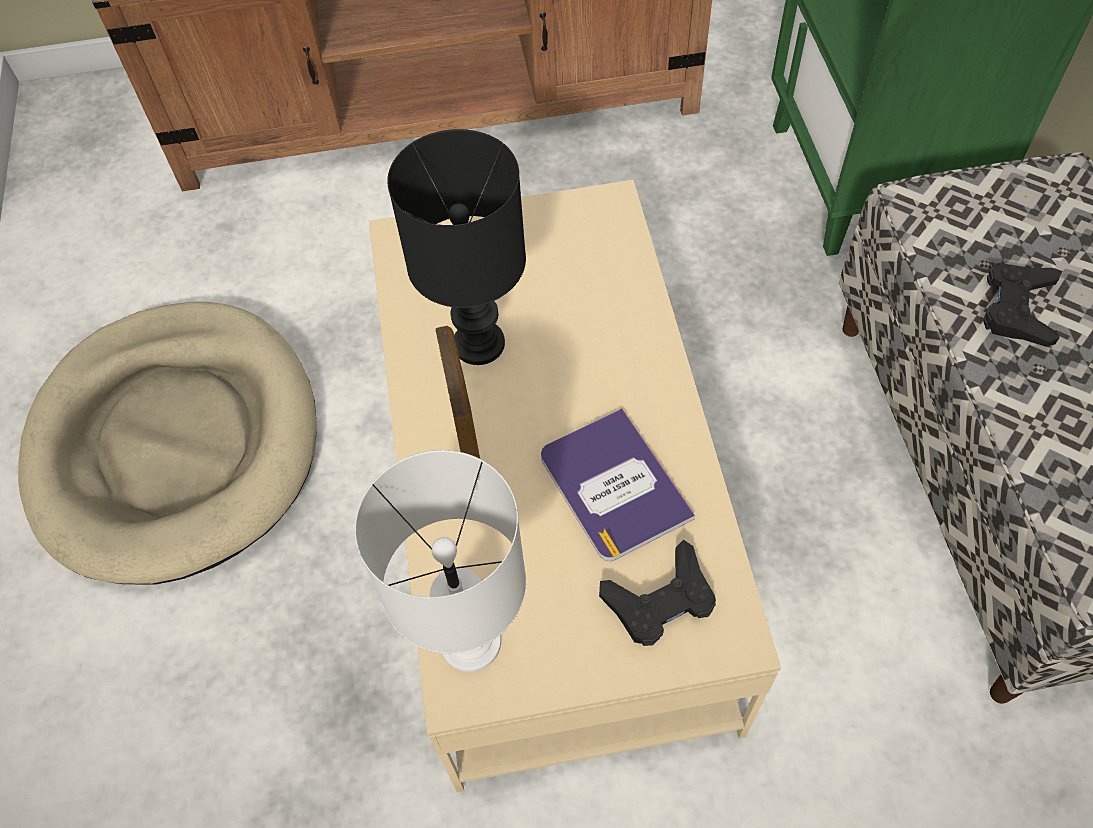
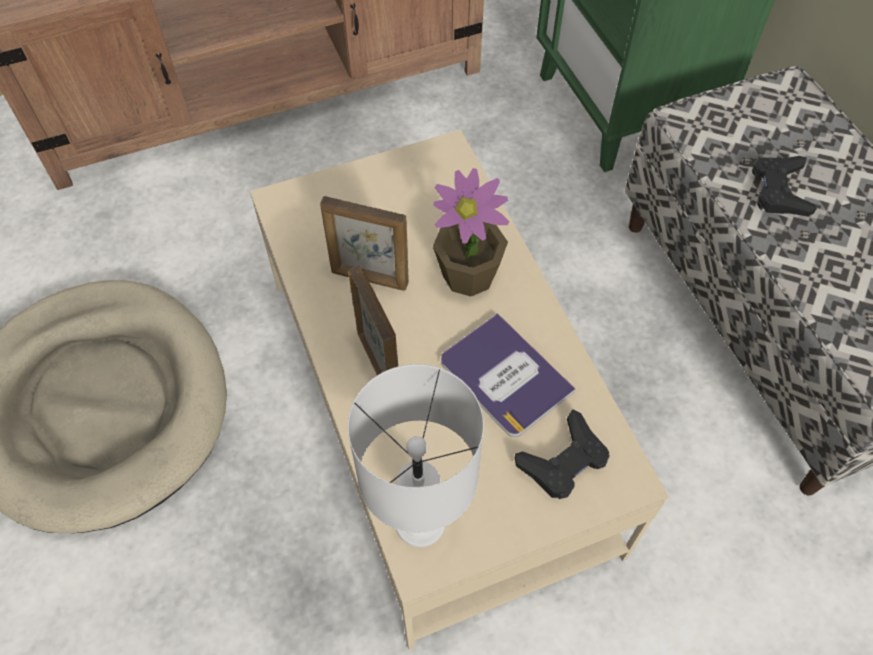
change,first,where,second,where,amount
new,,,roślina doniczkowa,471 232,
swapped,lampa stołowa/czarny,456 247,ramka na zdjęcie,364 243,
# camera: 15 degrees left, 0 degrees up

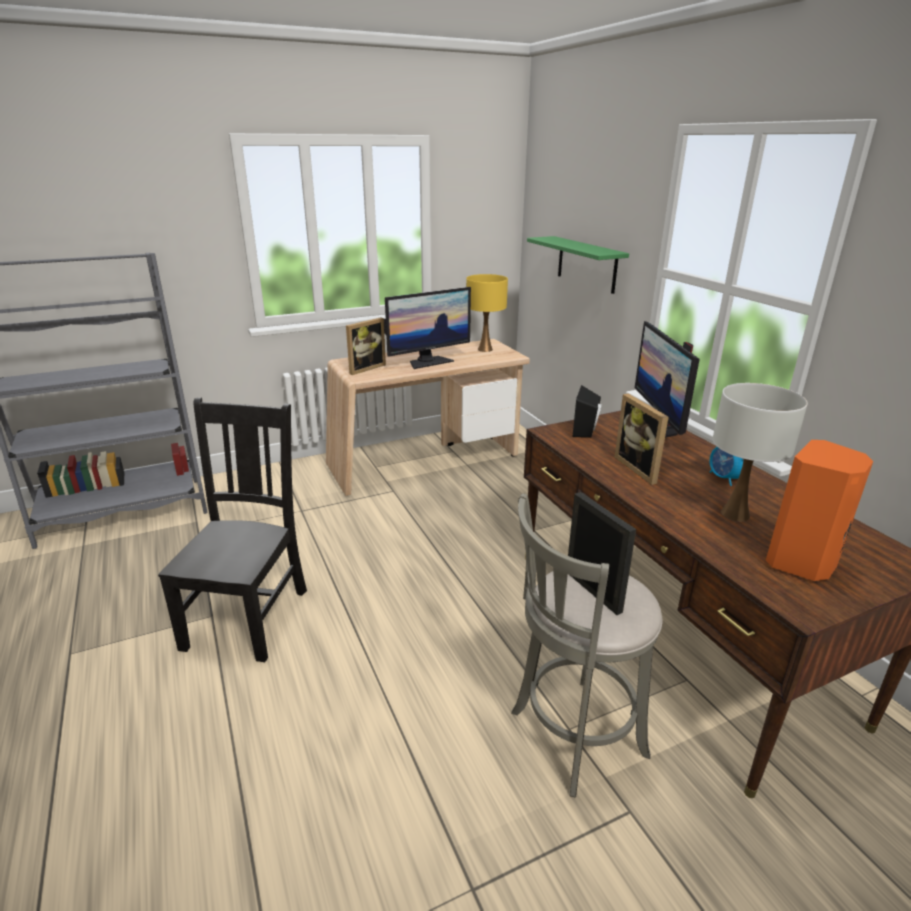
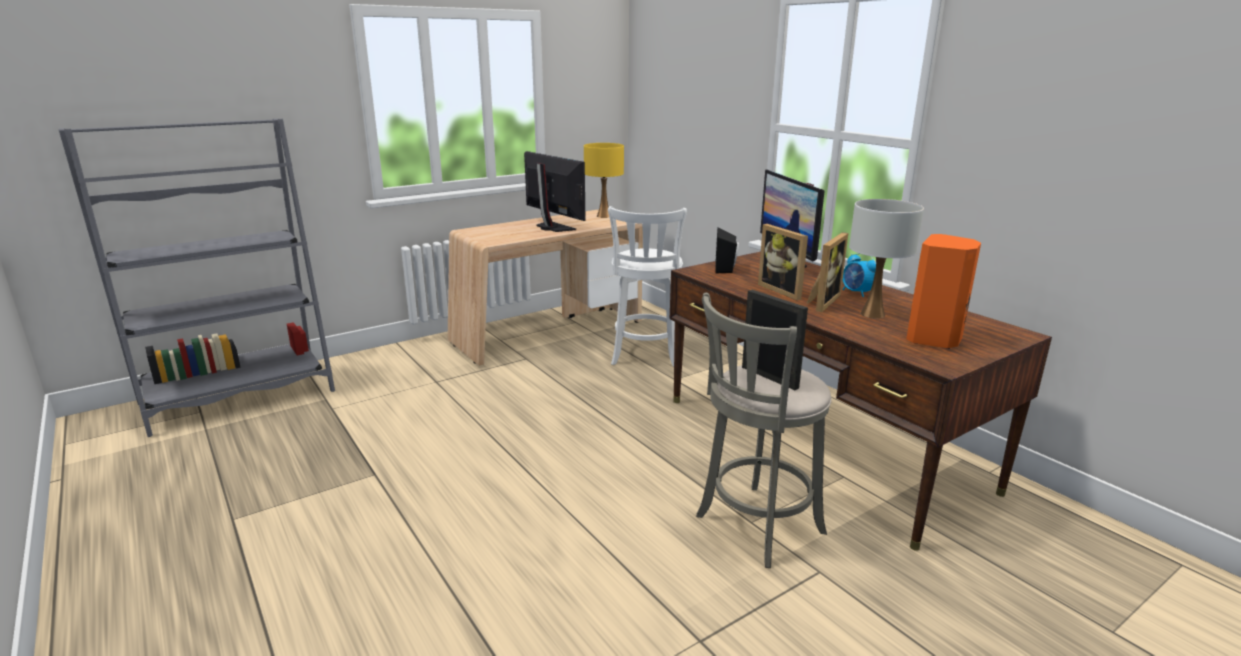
change,first,where,second,where,amount
gone,krzesło/czarny,232 530,,,
gone,półka/zielony,578 265,,,
new,,,stołek/biały,647 286,
shifted,ramka na zdjęcie,366 346,,827 272,
rotated,monitor,427 328,,555 191,90 degrees counterclockwise
# camera: 10 degrees left, 5 degrees down

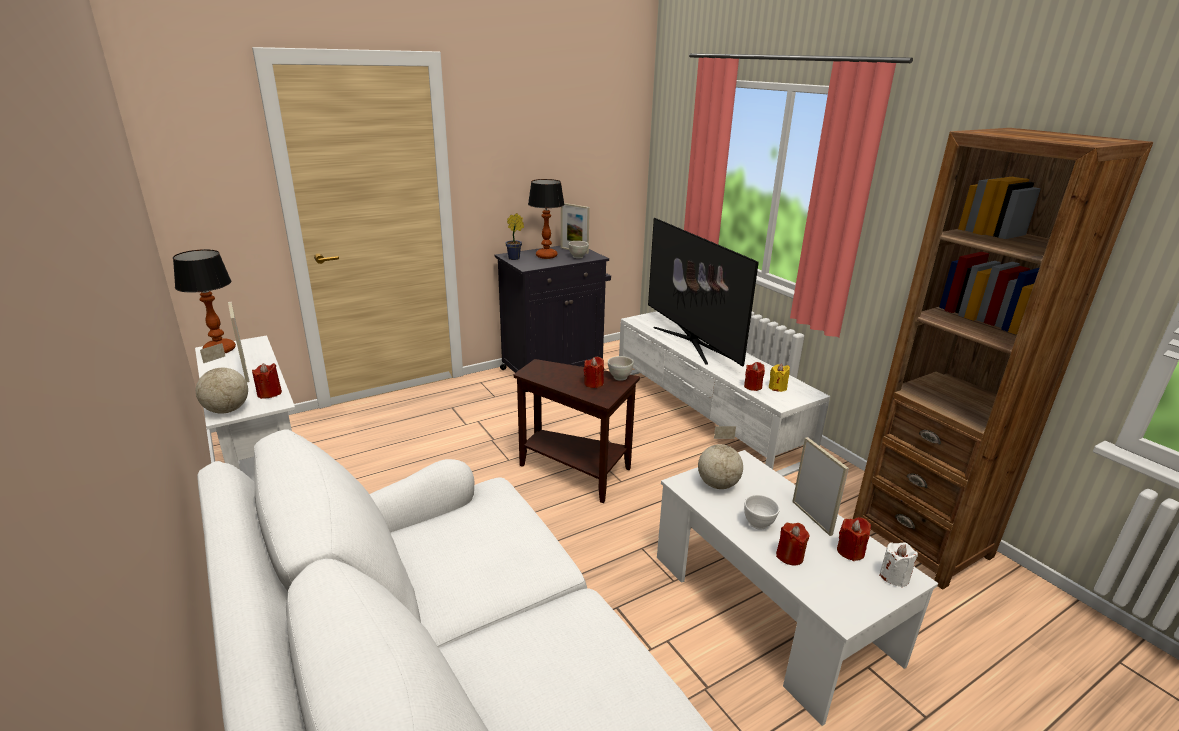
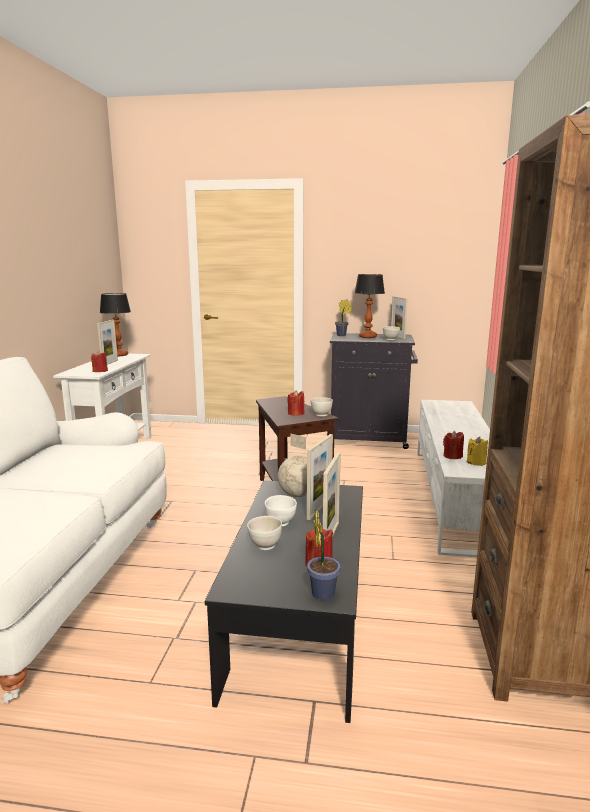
change,first,where,second,where,amount
gone,globus,222 378,,,
gone,telewizor,703 292,,,
new,,,ramka na zdjęcie,320 477,
swapped,świeca/czerwony,793 544,miska/biały,264 533,
swapped,świeca/biały,898 564,roślina doniczkowa,323 555,
repainted,ława/biały,797 588,ława/czarny,284 602,
# camera: 40 degrees right, 10 degrees down

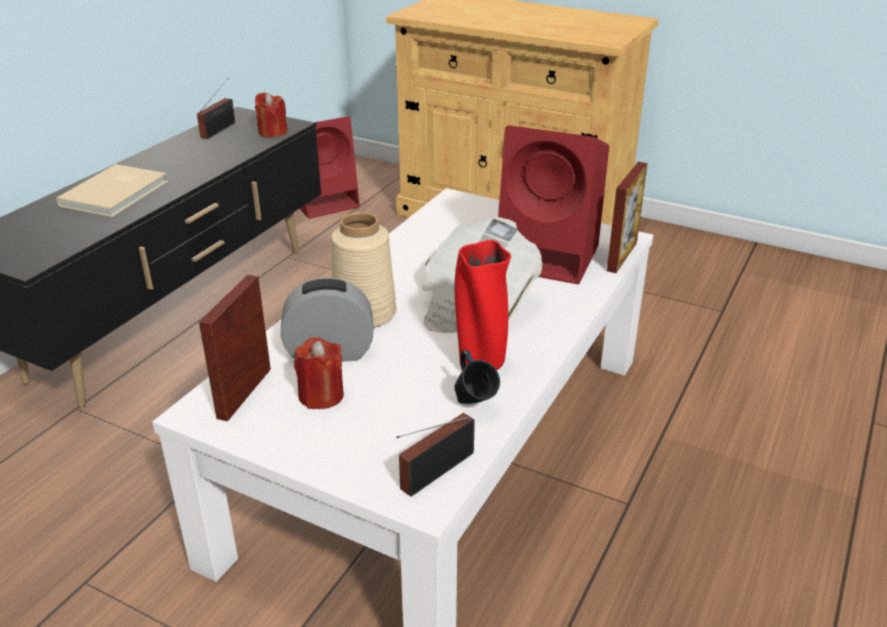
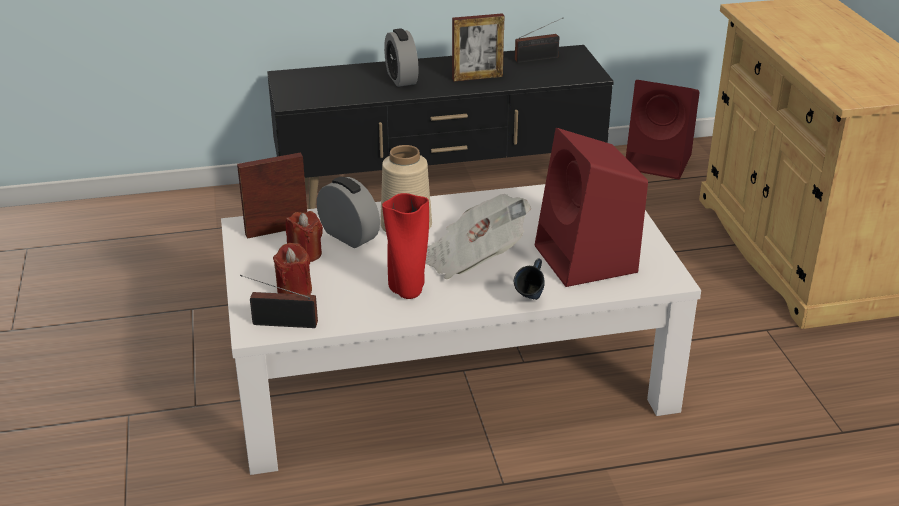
change,first,where,second,where,amount
shifted,świeca/czerwony,271 115,,292 269,
shifted,kubek/niebieski,477 377,,529 279,
shifted,ramka na zdjęcie,627 217,,478 47,
swapped,książka/beżowy,112 190,budzik,401 57,
# camera: 50 degrees right, 0 degrees up

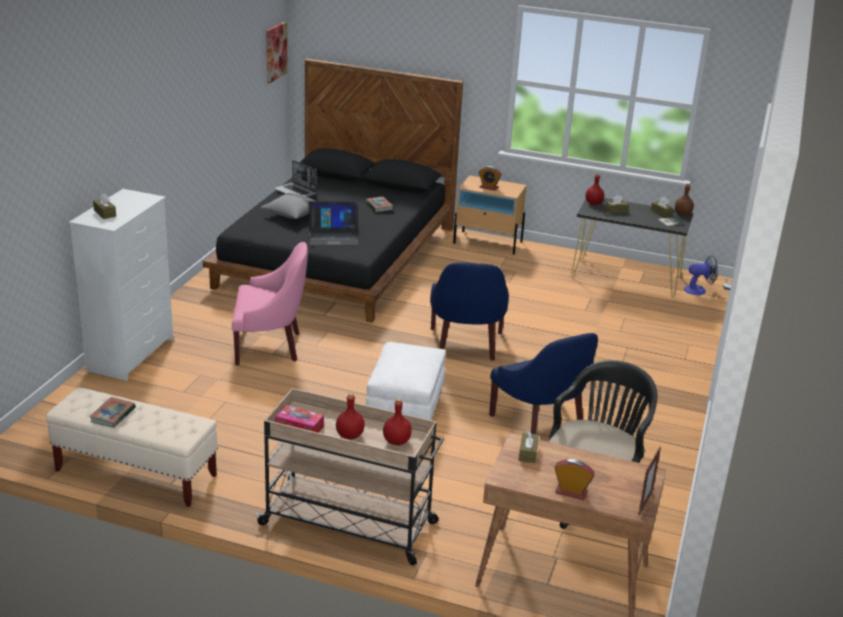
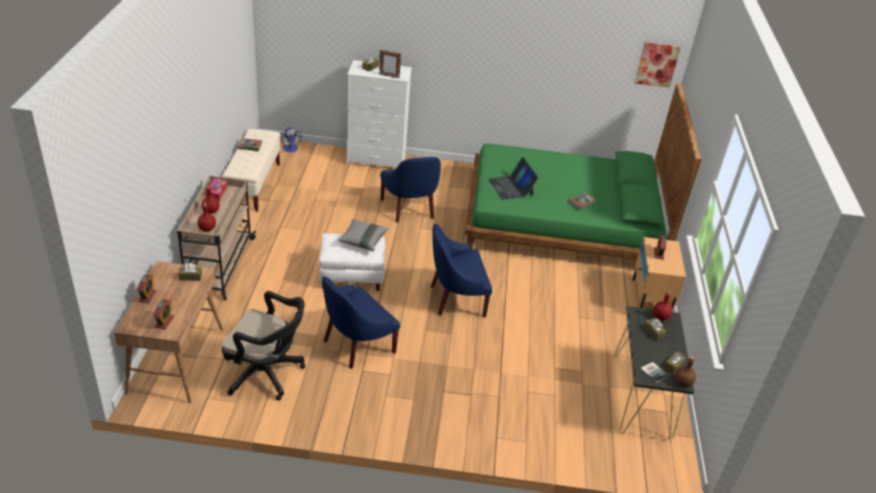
change,first,where,second,where,amount
gone,laptop,295 178,,,
new,,,budzik,164 314,
shifted,poduszka/szary,287 206,,362 235,
shifted,ramka na zdjęcie,649 481,,390 64,
shifted,wentylator,701 275,,291 139,
repainted,łóżko/czarny,333 190,łóżko/zielony,583 171,
repainted,fotel/różowy,270 303,fotel/niebieski,410 190,
# camera: 75 degrees right, 10 degrees up

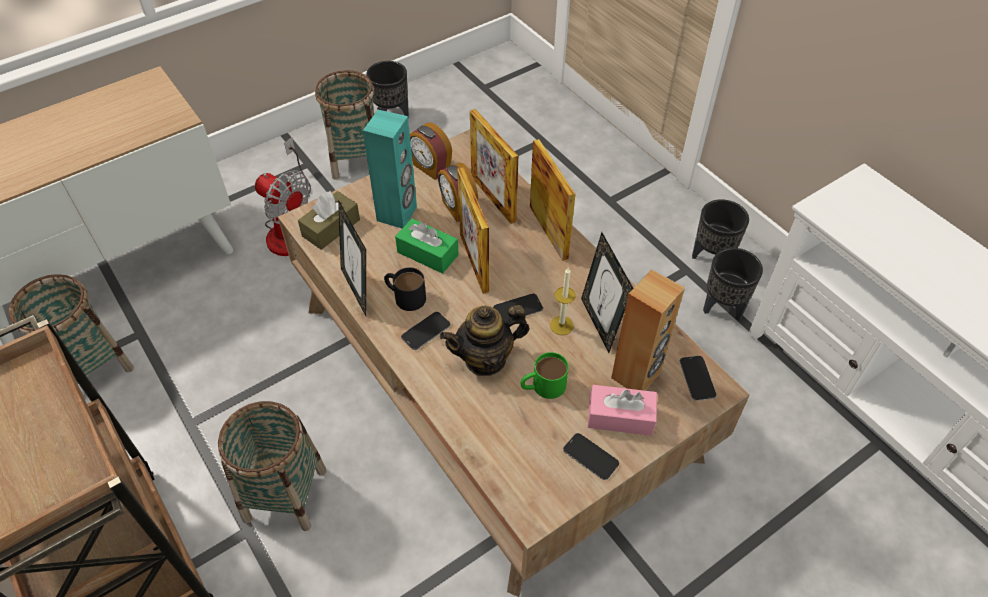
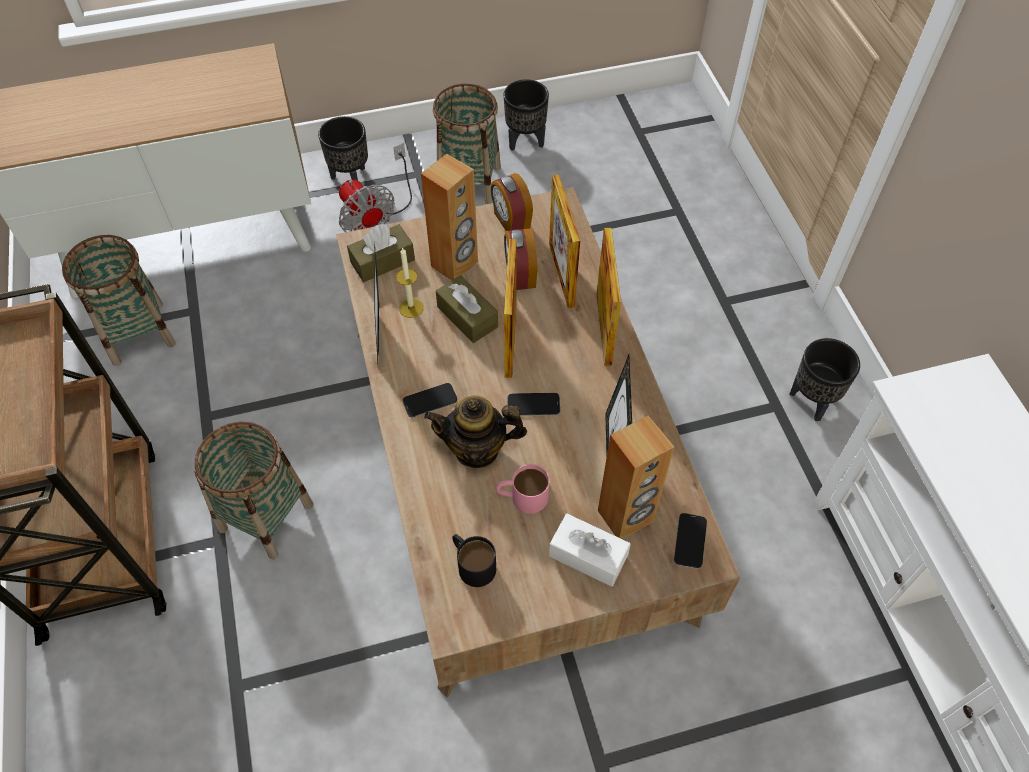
change,first,where,second,where,amount
gone,telefon,591 456,,,
shifted,kubek/czarny,405 289,,474 560,
shifted,świeca,563 301,,409 282,
shifted,donica/czarny,733 284,,343 148,
repainted,głośnik/turkusowy,390 169,głośnik/brązowy,449 217,
repainted,pudełko chusteczek/zielony,427 246,pudełko chusteczek/brązowy,467 309,
repainted,kubek/zielony,544 375,kubek/różowy,523 489,
repainted,pudełko chusteczek/różowy,622 410,pudełko chusteczek/biały,590 550,
# camera: 20 degrees right, 5 degrees up

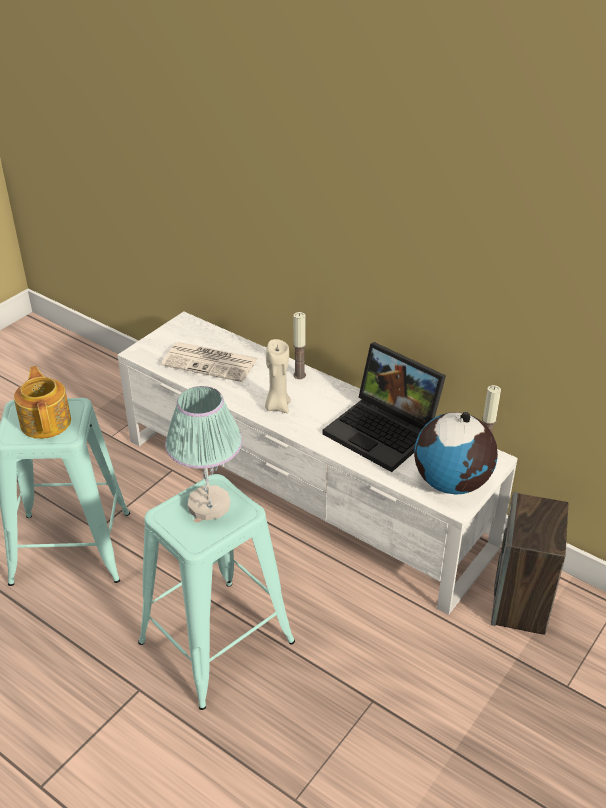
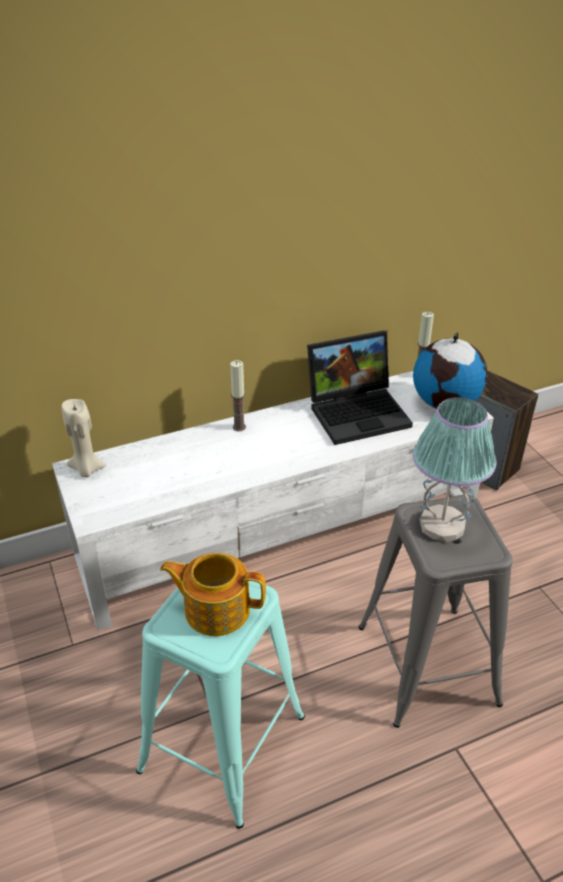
change,first,where,second,where,amount
gone,gazeta,209 362,,,
shifted,świeca/beżowy,278 376,,83 438,
repainted,stołek/turkusowy,216 592,stołek/szary,435 611,
# camera: 60 degrees left, 0 degrees up

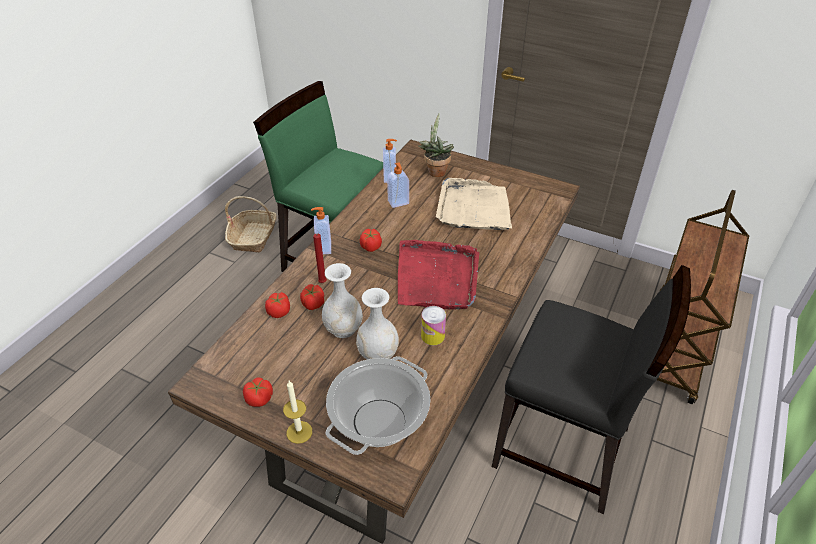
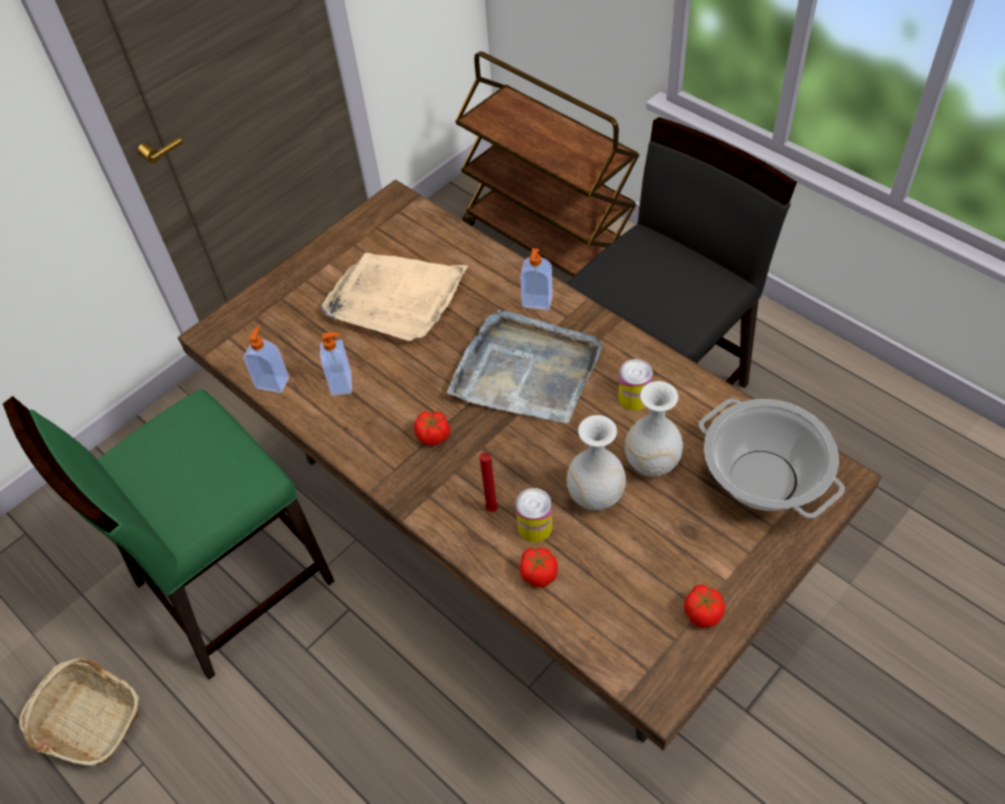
change,first,where,second,where,amount
gone,świeca,297 412,,,
gone,roślina doniczkowa,436 145,,,
shifted,dozownik mydła,321 230,,536 279,
swapped,pomidor,312 297,puszka,534 515,
repainted,taca/czerwony,438 275,taca/szary,524 366,
# camera: 70 degrees left, 10 degrees up

